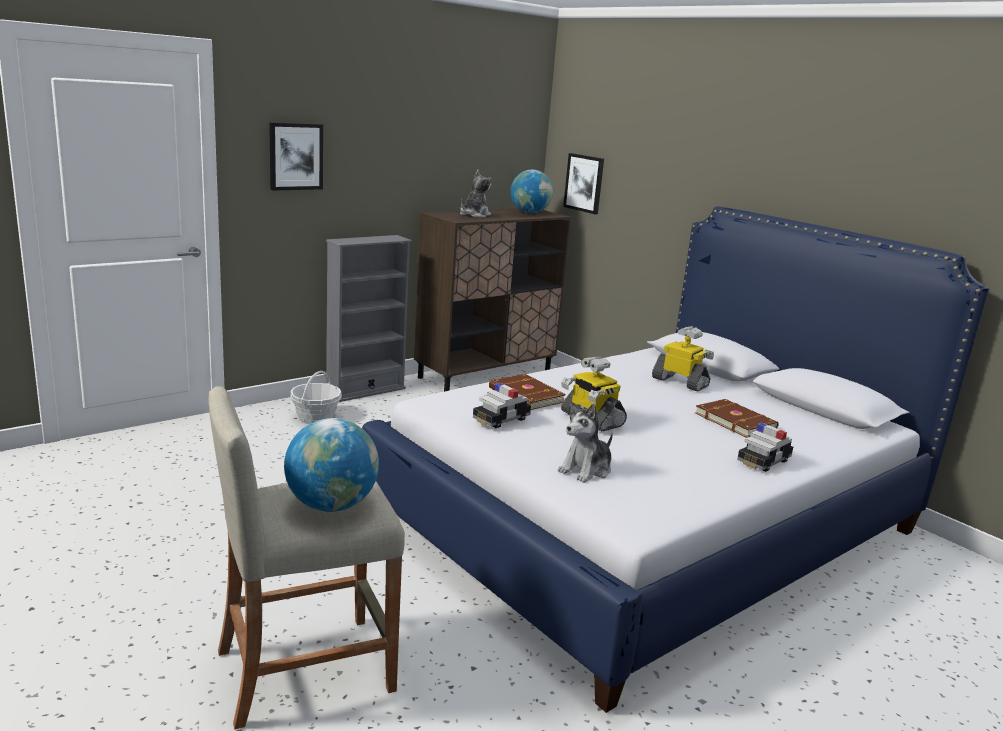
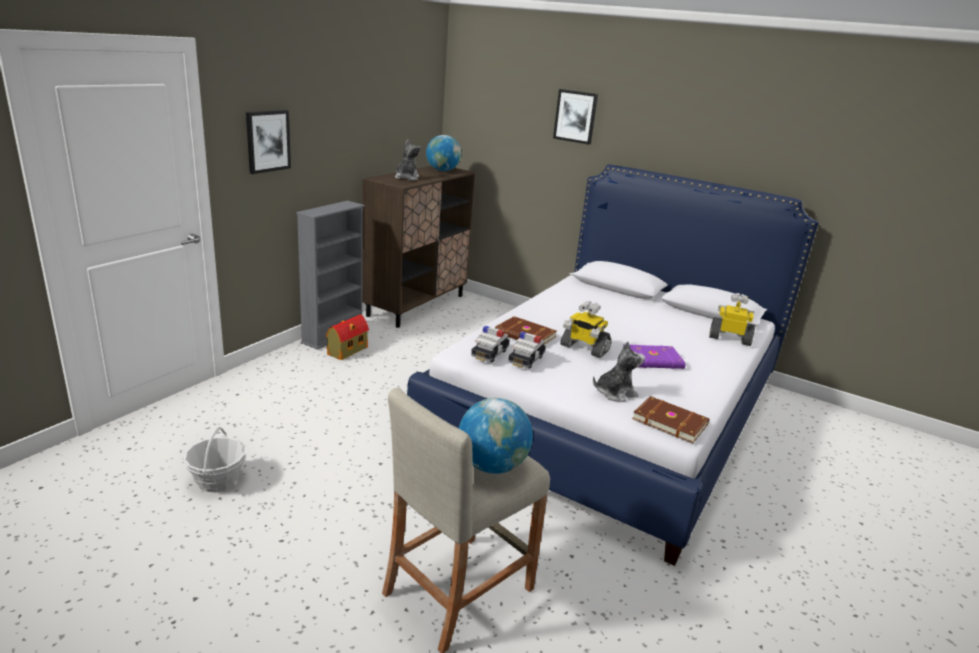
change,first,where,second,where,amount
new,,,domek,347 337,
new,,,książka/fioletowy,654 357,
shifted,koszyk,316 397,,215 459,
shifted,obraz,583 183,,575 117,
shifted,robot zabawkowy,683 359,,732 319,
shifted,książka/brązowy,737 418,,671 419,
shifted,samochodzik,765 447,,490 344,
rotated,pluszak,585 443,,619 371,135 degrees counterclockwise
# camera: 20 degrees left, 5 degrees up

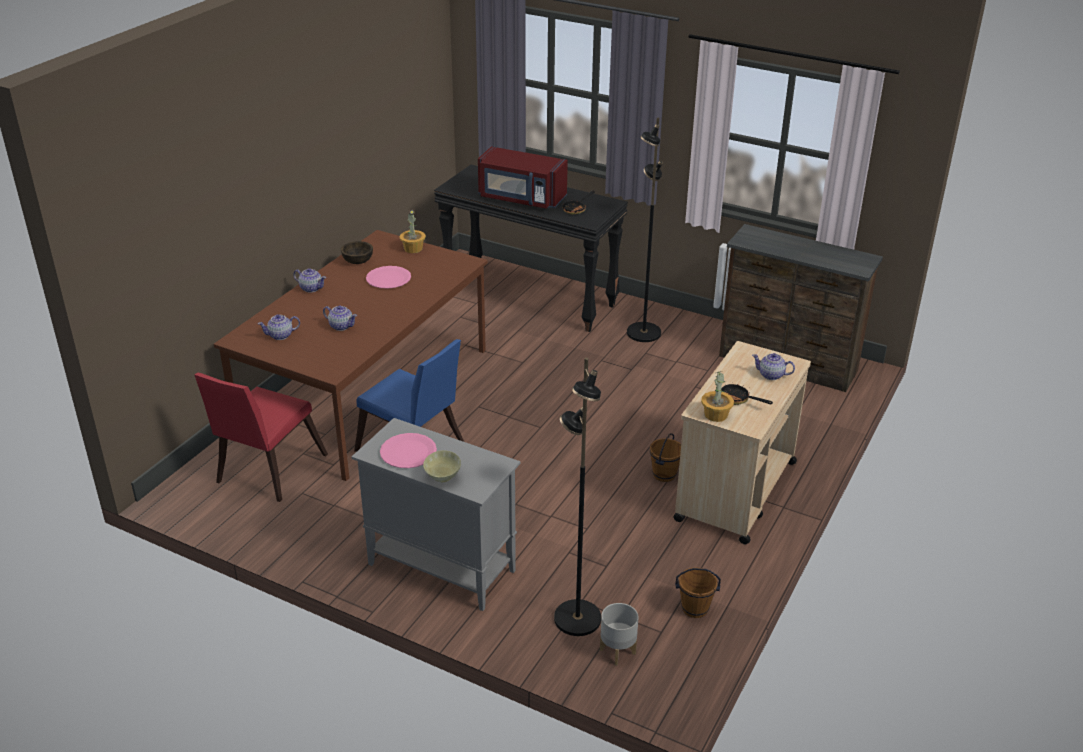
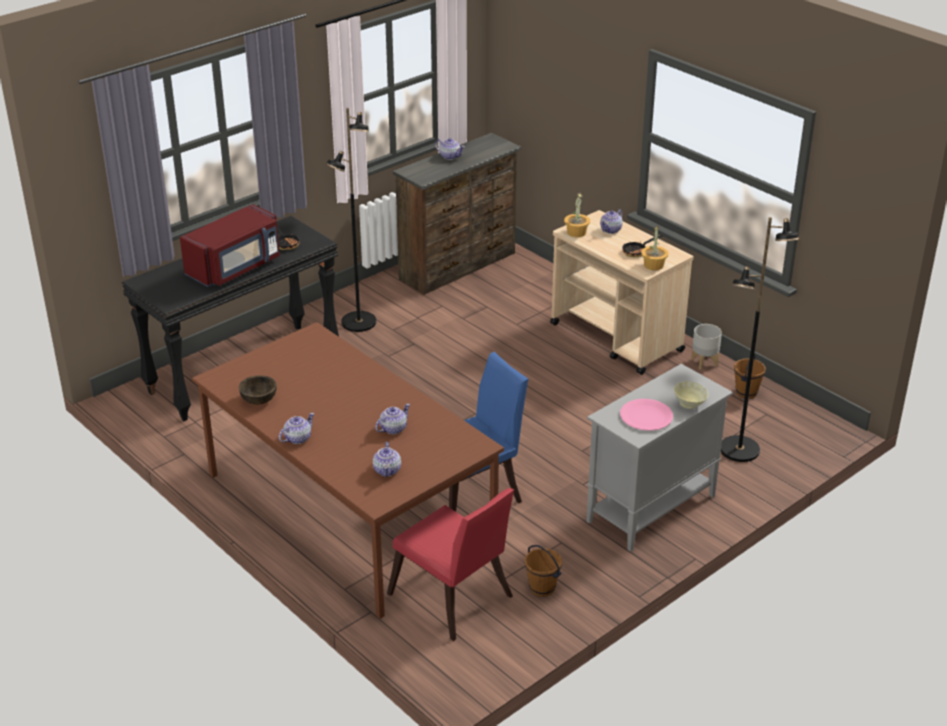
change,first,where,second,where,amount
gone,talerz/różowy,388 277,,,
new,,,imbryk,450 149,
shifted,roślina doniczkowa,412 231,,577 214,
shifted,donica/szary,619 634,,706 347,
shifted,wiadro/brązowy,665 457,,543 571,
# camera: 70 degrees left, 0 degrees up

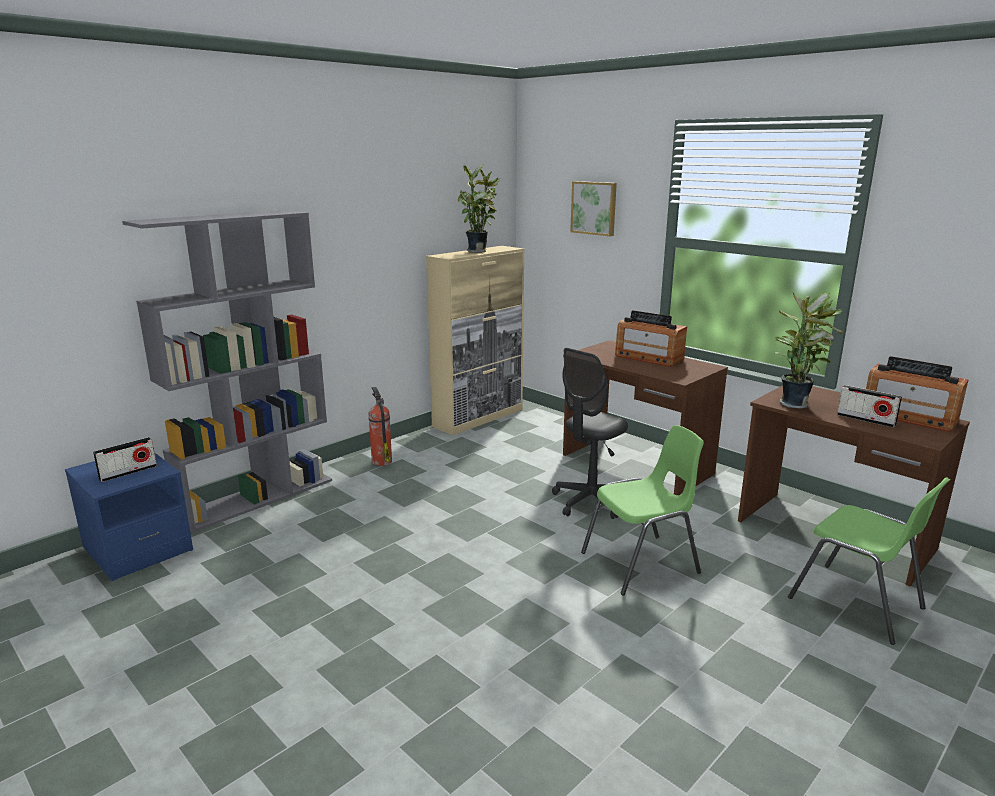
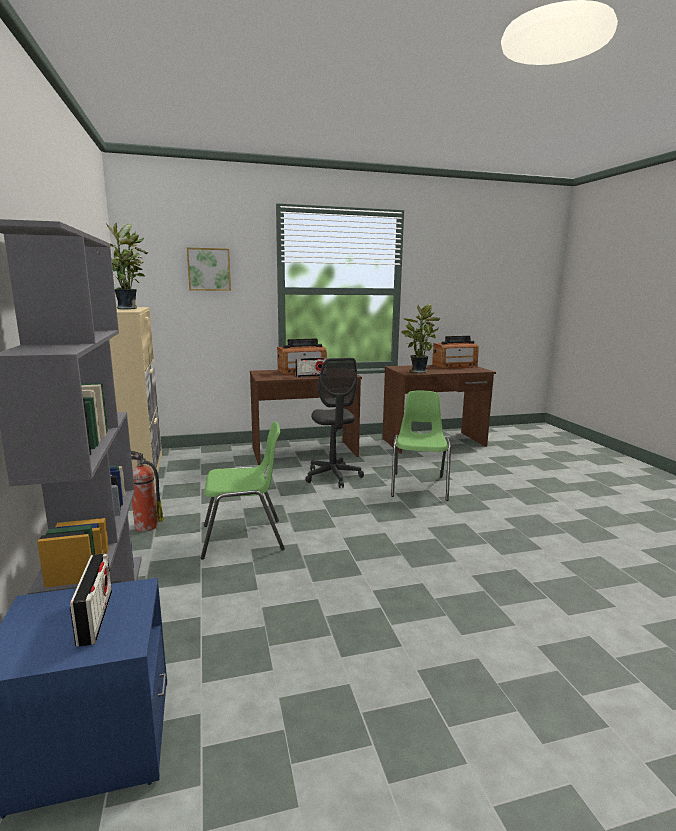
change,first,where,second,where,amount
shifted,krzesło/zielony,869 561,,243 490,
shifted,radio,869 406,,311 367,
# camera: 60 degrees left, 5 degrees down

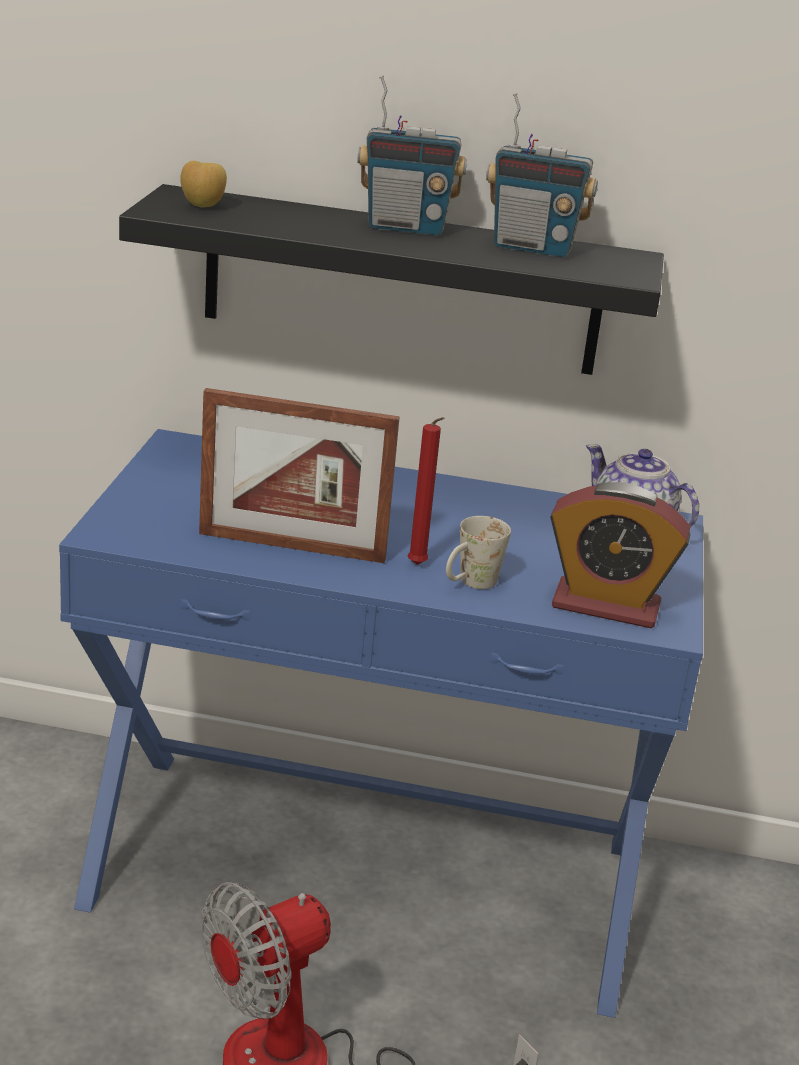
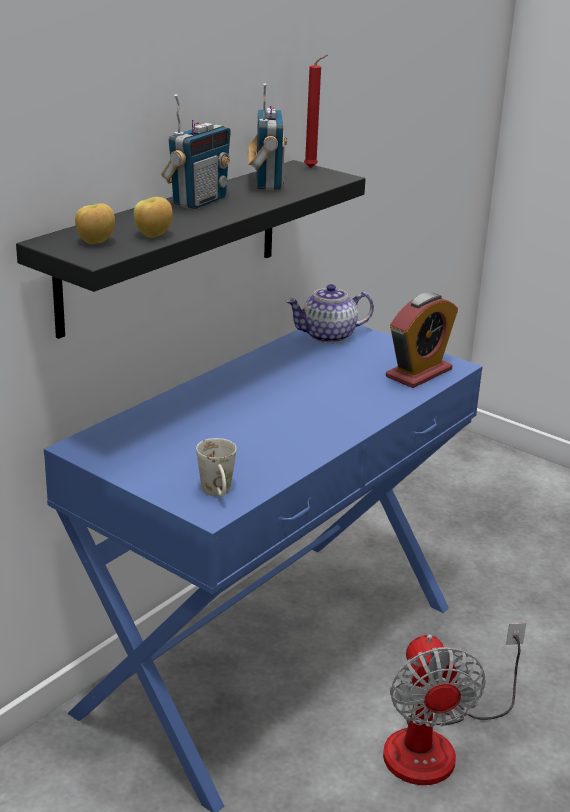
change,first,where,second,where,amount
gone,ramka na zdjęcie,299 475,,,
new,,,jabłko,153 217,
shifted,świeca/czerwony,426 491,,316 111,
shifted,kubek/biały,478 552,,216 467,
rotated,radio,542 175,,267 136,45 degrees counterclockwise
# camera: 60 degrees left, 0 degrees up

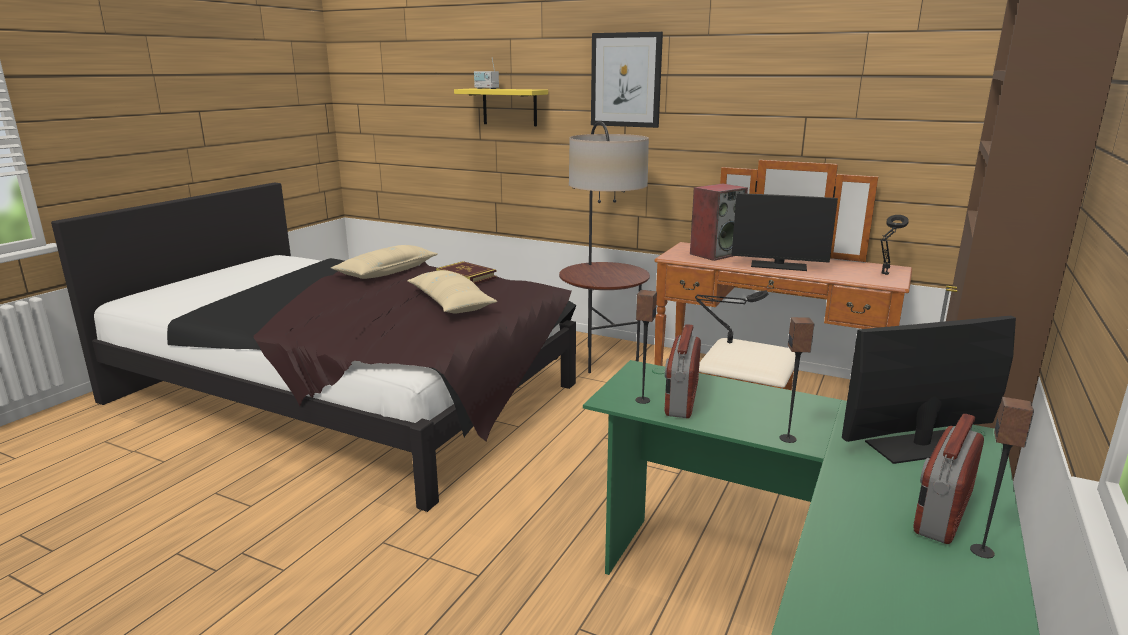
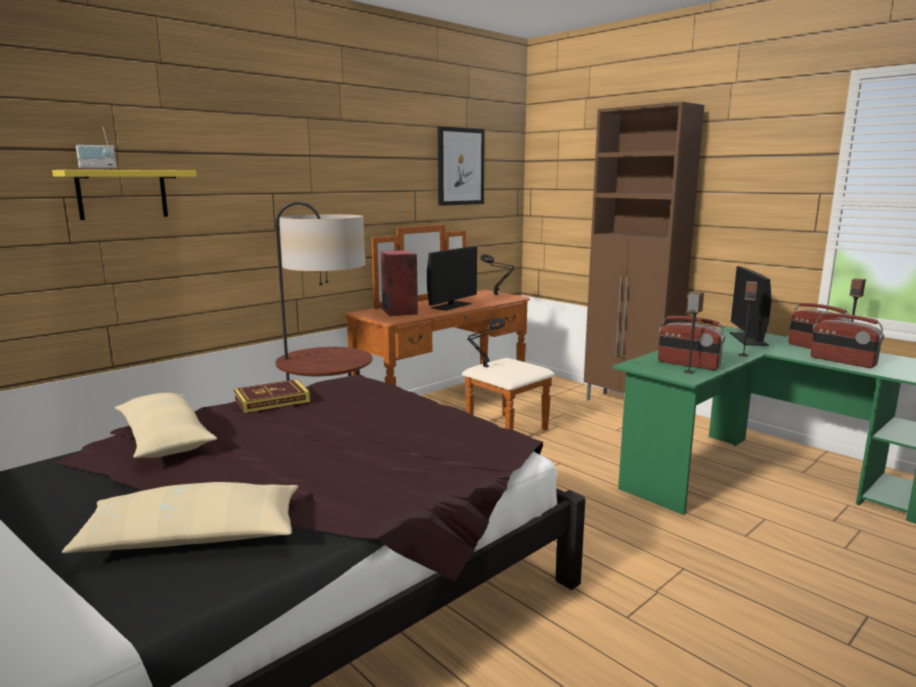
change,first,where,second,where,amount
new,,,radio,847 340,
shifted,poduszka/beżowy,452 291,,180 517,
shifted,obraz,627 80,,461 166,
# camera: 70 degrees left, 5 degrees down

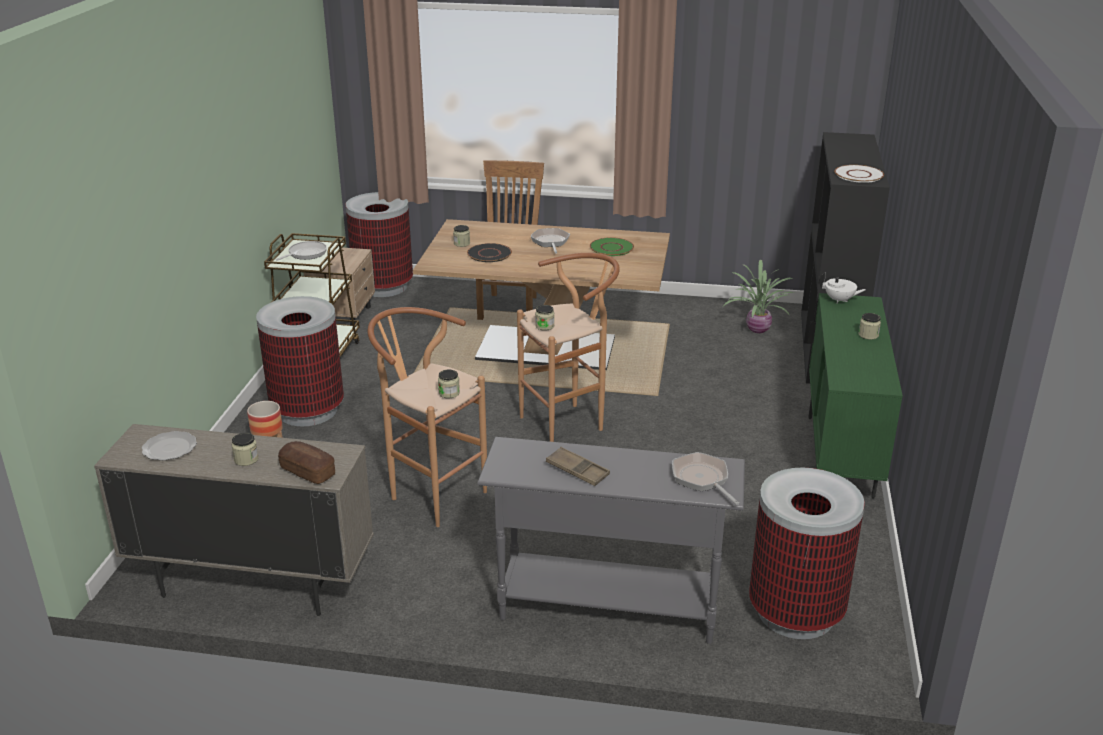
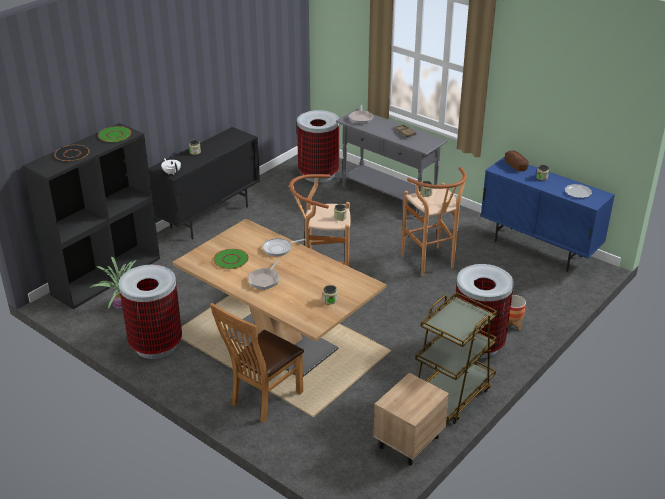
change,first,where,second,where,amount
shifted,patelnia,301 251,,284 247,
shifted,kosz na śmieci,379 244,,150 312,
shifted,talerz/czarny,489 252,,72 153,
repainted,szafka/beżowy,234 520,szafka/niebieski,548 214,
repainted,szafka/zielony,855 396,szafka/czarny,204 183,
repainted,talerz/biały,859 174,talerz/zielony,114 134,
# camera: 150 degrees left, 5 degrees up

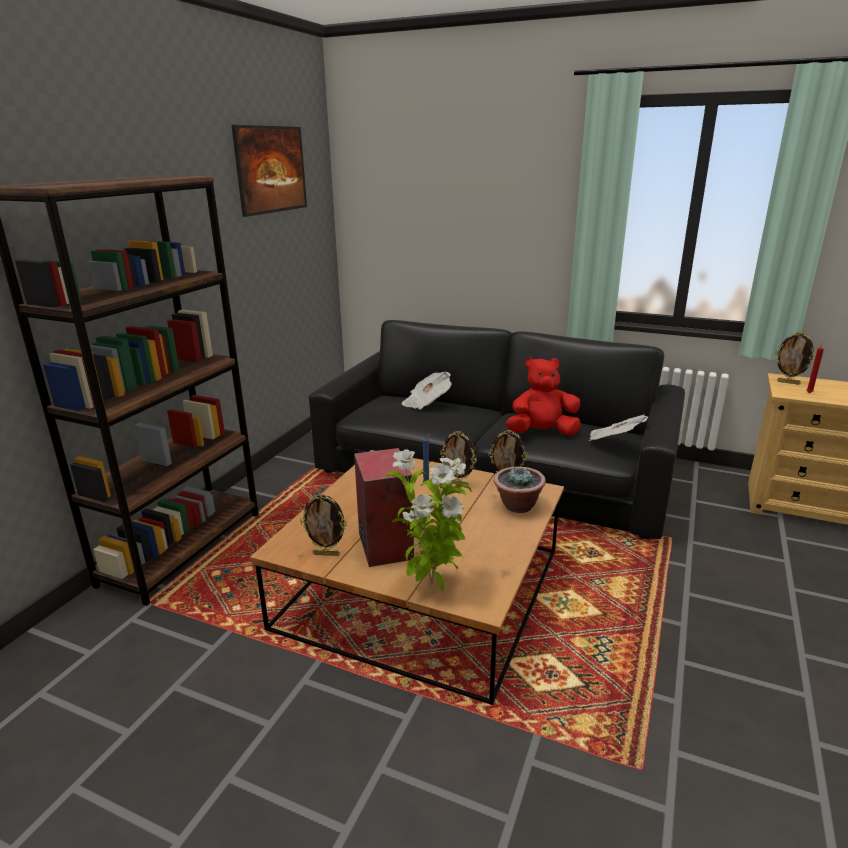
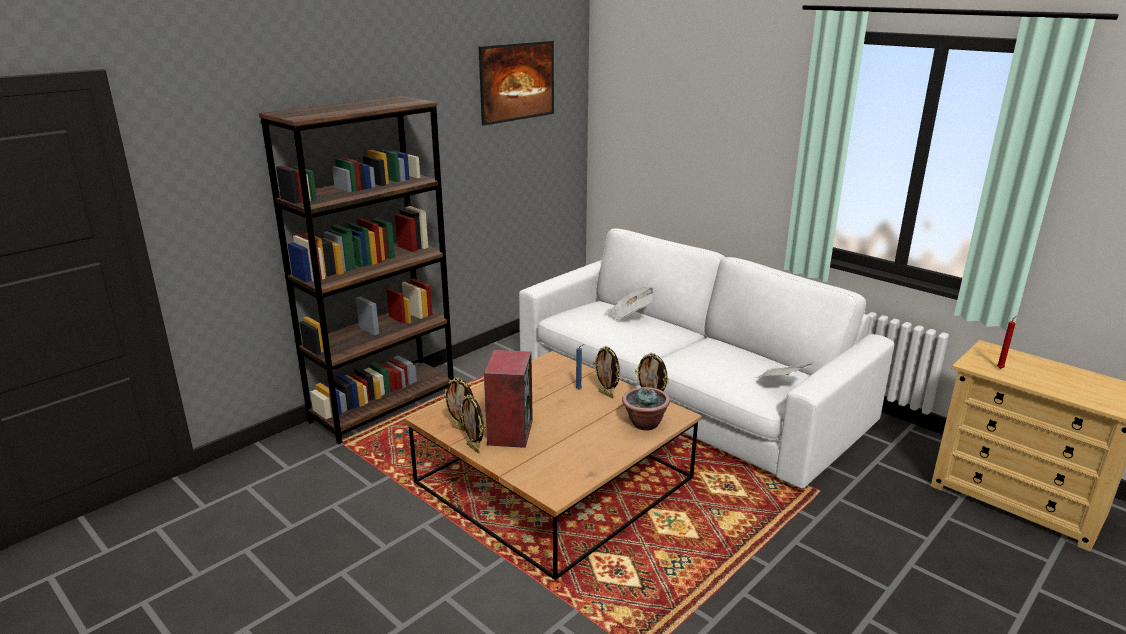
change,first,where,second,where,amount
gone,roślina doniczkowa,428 520,,,
gone,pluszak/czerwony,543 396,,,
shifted,ramka na zdjęcie,795 358,,472 424,
repainted,kanapa/czarny,497 429,kanapa/biały,706 358,
# camera: 20 degrees right, 0 degrees up

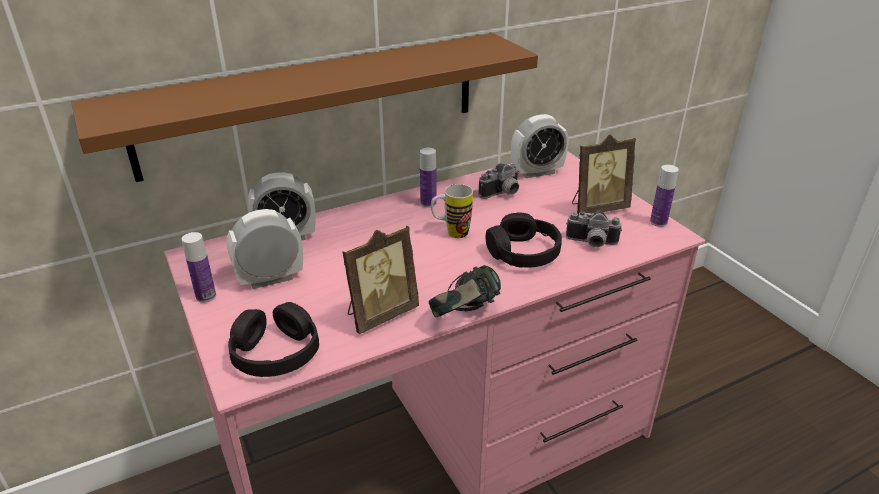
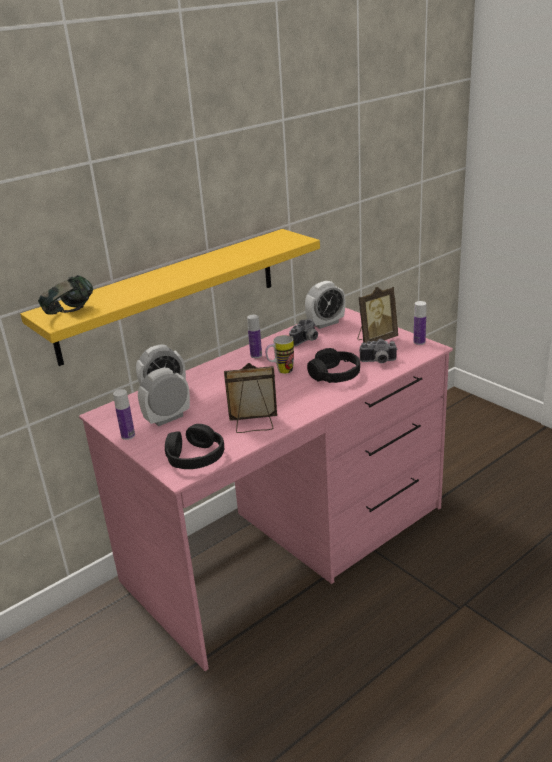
change,first,where,second,where,amount
shifted,słuchawki,465 291,,65 295,
repainted,półka/brązowy,304 107,półka/żółty,170 297,
rotated,ramka na zdjęcie,380 280,,250 398,135 degrees counterclockwise
# camera: 10 degrees left, 5 degrees down

